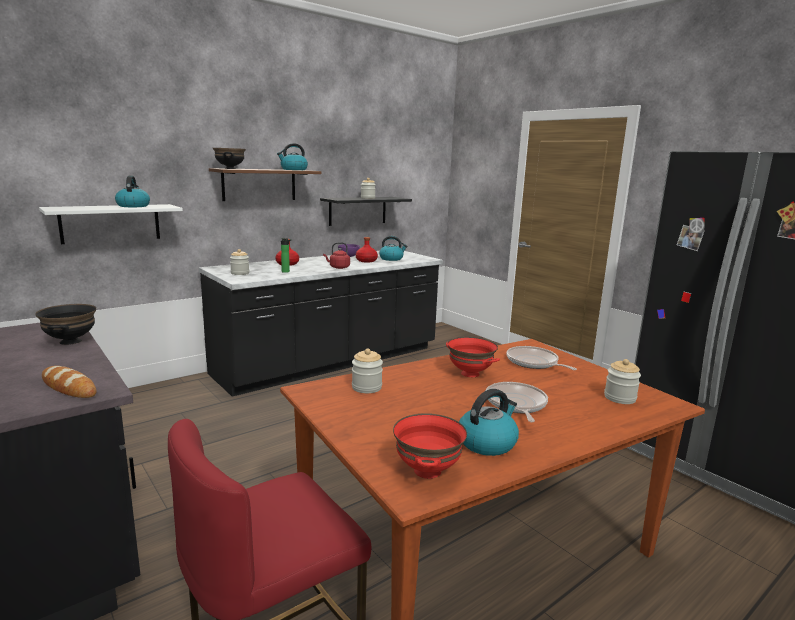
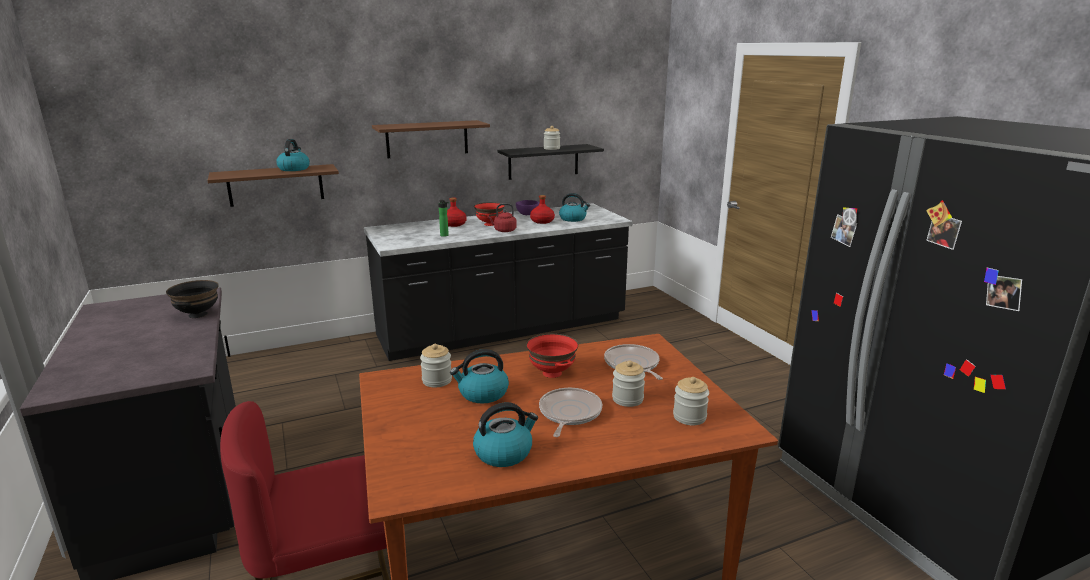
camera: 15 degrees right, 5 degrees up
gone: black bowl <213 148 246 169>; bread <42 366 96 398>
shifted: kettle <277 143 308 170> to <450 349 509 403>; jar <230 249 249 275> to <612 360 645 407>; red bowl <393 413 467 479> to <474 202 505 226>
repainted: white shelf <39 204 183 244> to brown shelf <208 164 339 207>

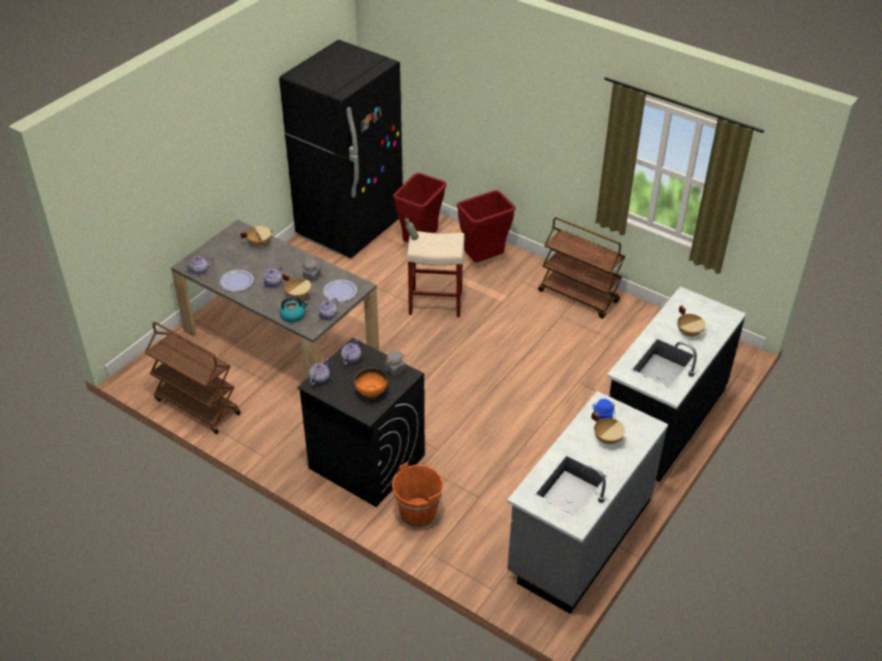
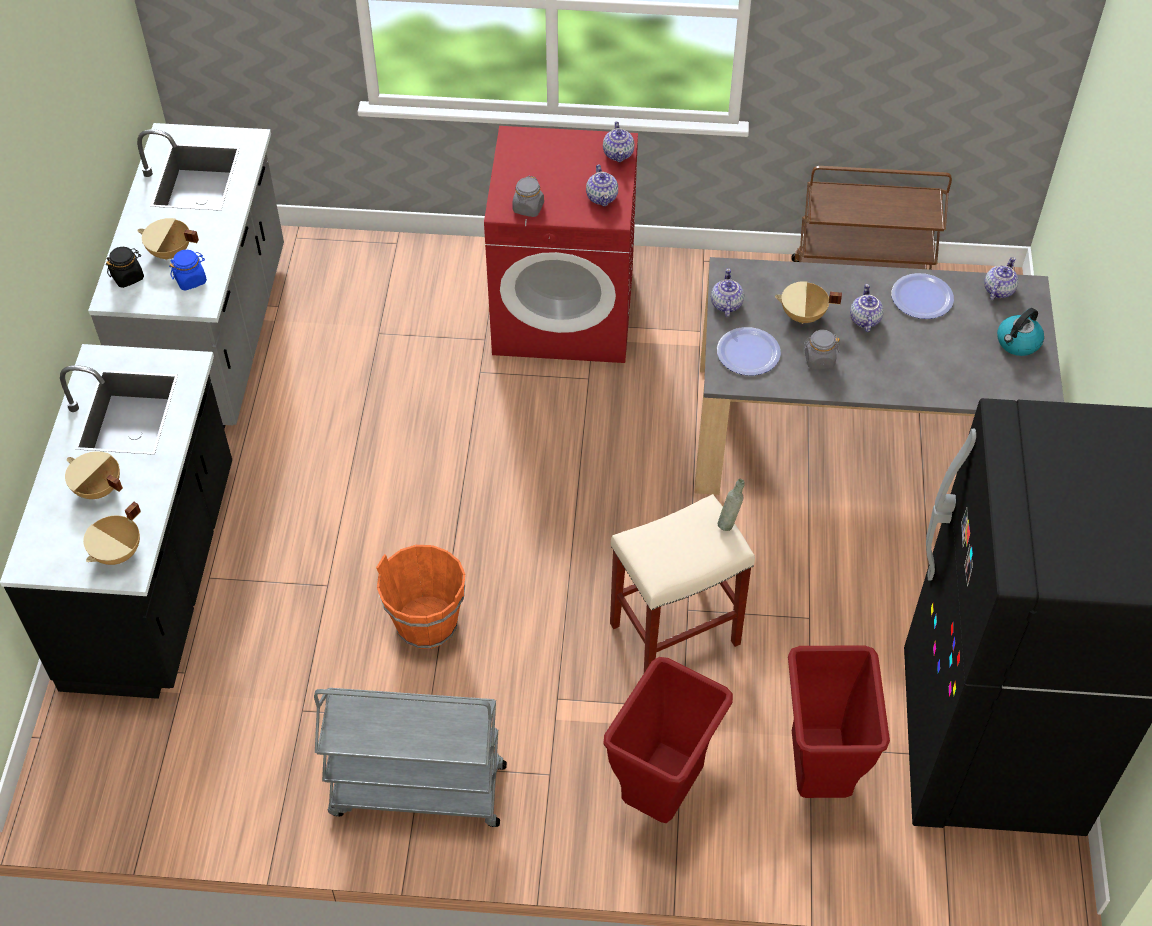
camera: 150 degrees right, 10 degrees up
gone: orange bowl <354 368 387 398>
new: black jar <106 247 144 288>
shifted: beige cooking pot <240 226 274 247> to <83 502 141 565>; kettle <280 297 308 323> to <997 308 1044 356>; orange bucket <392 462 444 528> to <376 545 466 649>
repainted: brown cart <538 217 625 319> to grey cart <314 688 507 827>; black washing machine <297 338 425 507> to red washing machine <484 126 638 363>

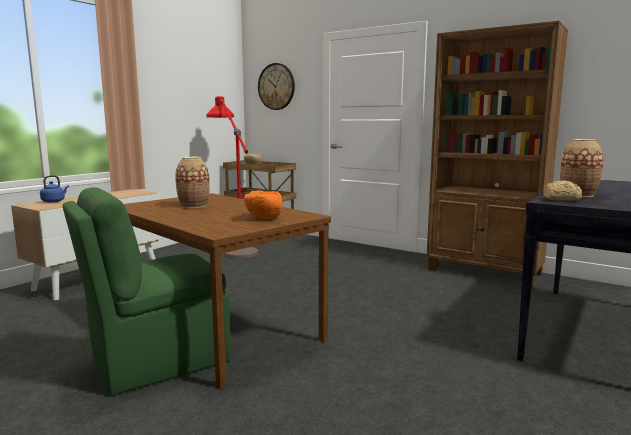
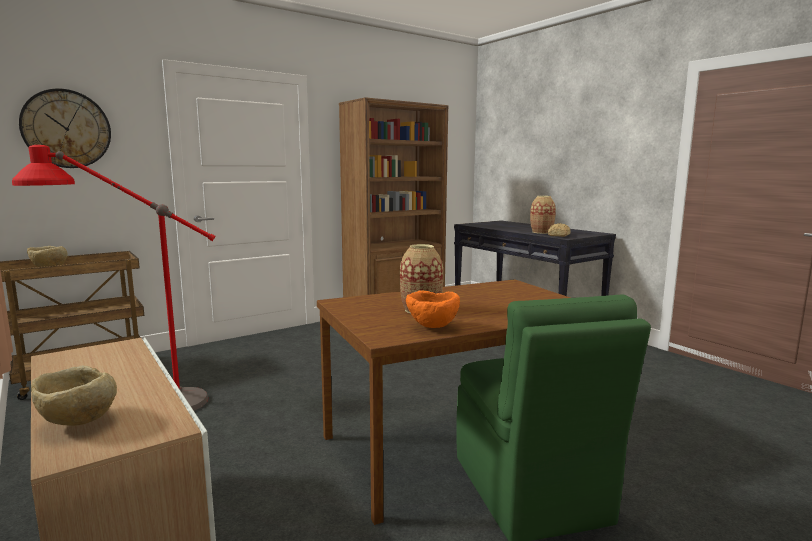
camera: 70 degrees left, 0 degrees up
shifted: orange bowl <244 190 282 219> to <406 290 460 328>
swapped: blue kettle <40 175 69 203> to beige bowl <31 365 117 426>

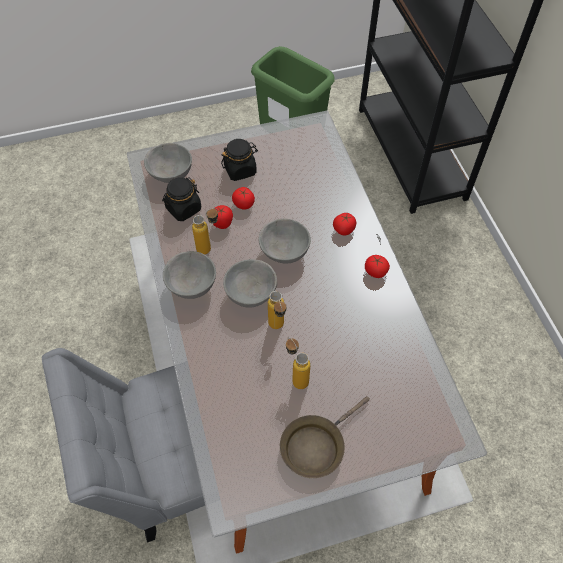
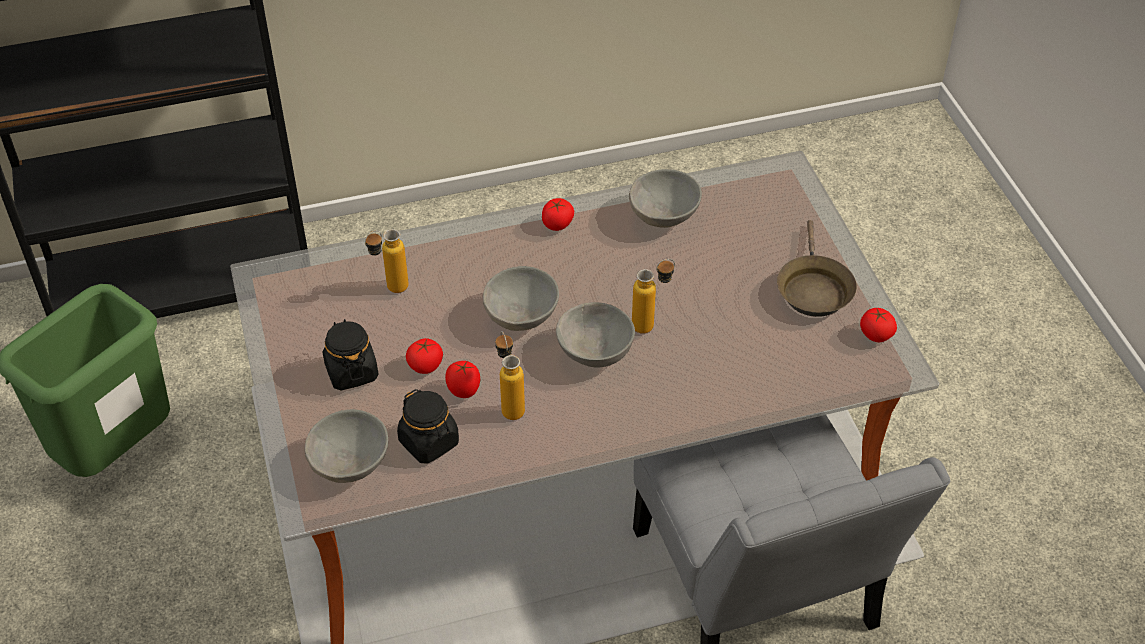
camera: 90 degrees left, 10 degrees down
shifted: tomato <333 213 357 235> to <860 307 897 342>; grey bowl <163 251 216 299> to <629 169 702 228>; bottle <286 337 311 389> to <365 229 409 293>
rotated: brown frying pan <280 396 370 478> = <777 220 857 317> 45 degrees clockwise

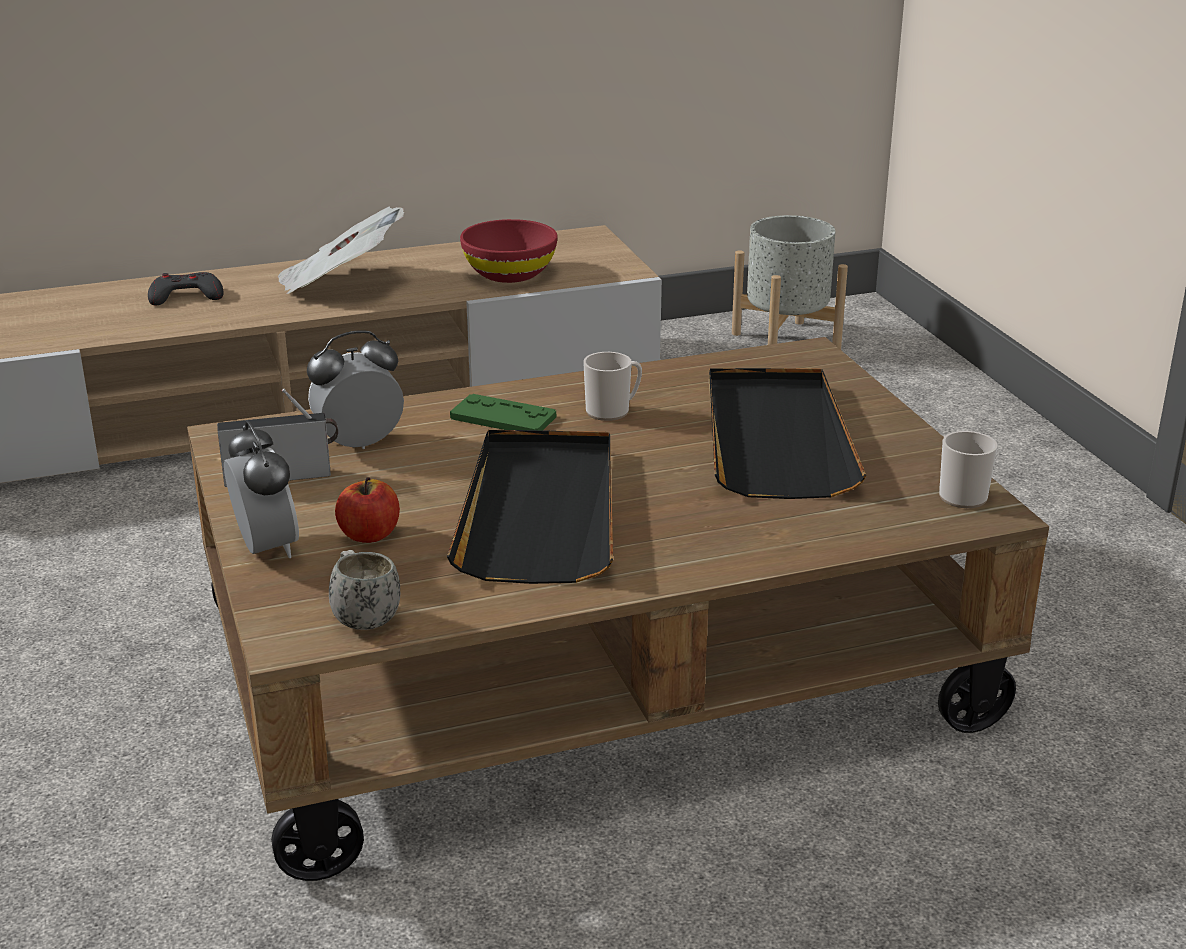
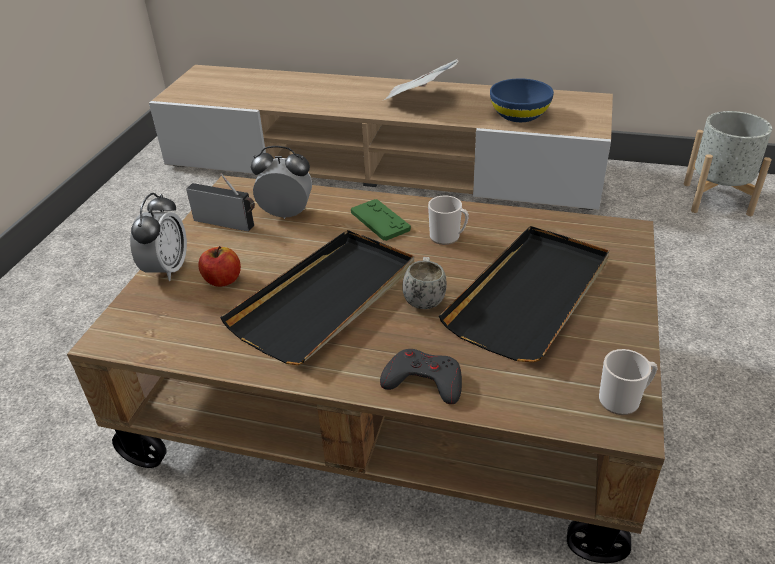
camera: 35 degrees right, 10 degrees up
shifted: grey game controller <148 272 223 305> to <380 349 462 404>; white mug <329 550 400 630> to <403 257 447 309>
repainted: red bowl <460 219 557 283> to blue bowl <490 78 554 122>

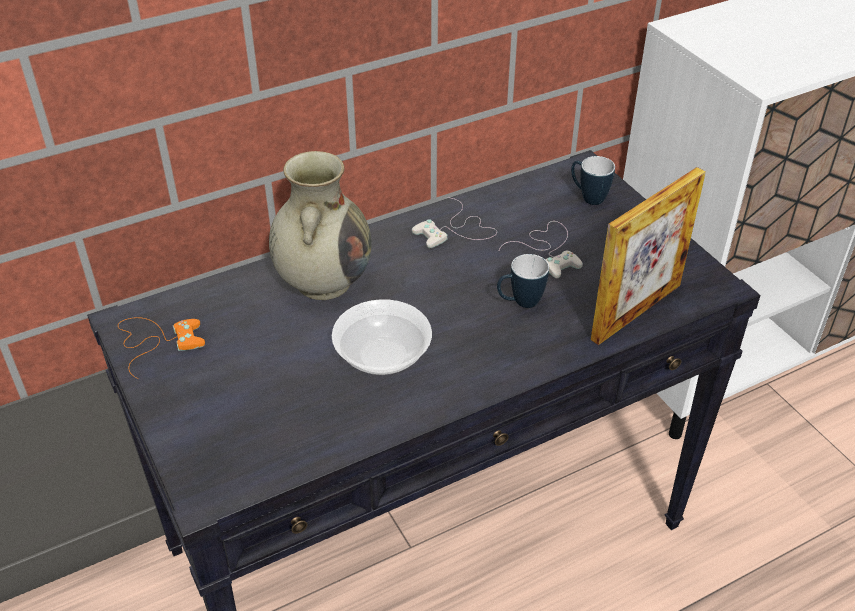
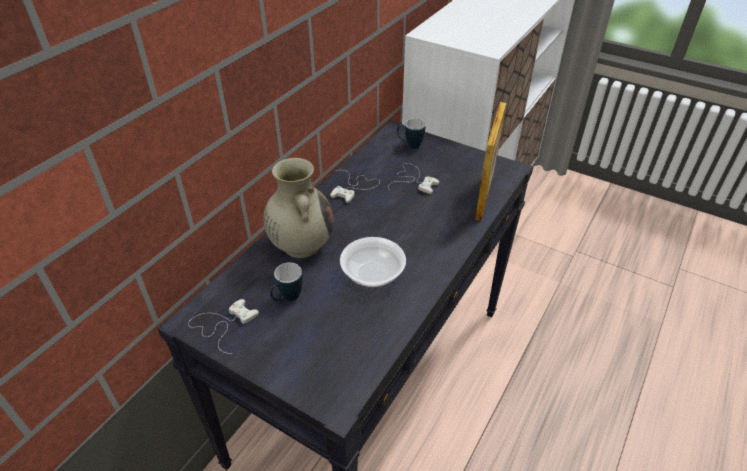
camera: 30 degrees left, 0 degrees up
shifted: mug <497 254 549 308> to <270 262 303 301>
repainted: orange game controller <118 317 205 379> to white game controller <188 299 259 354>

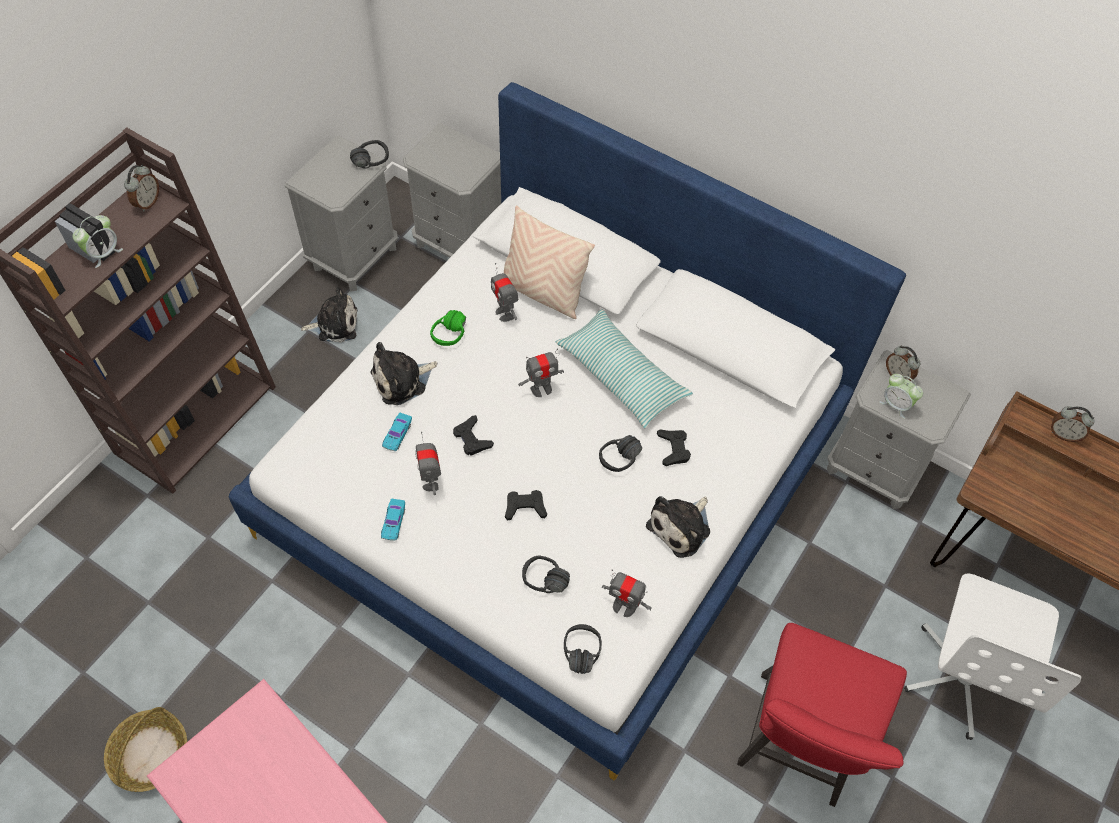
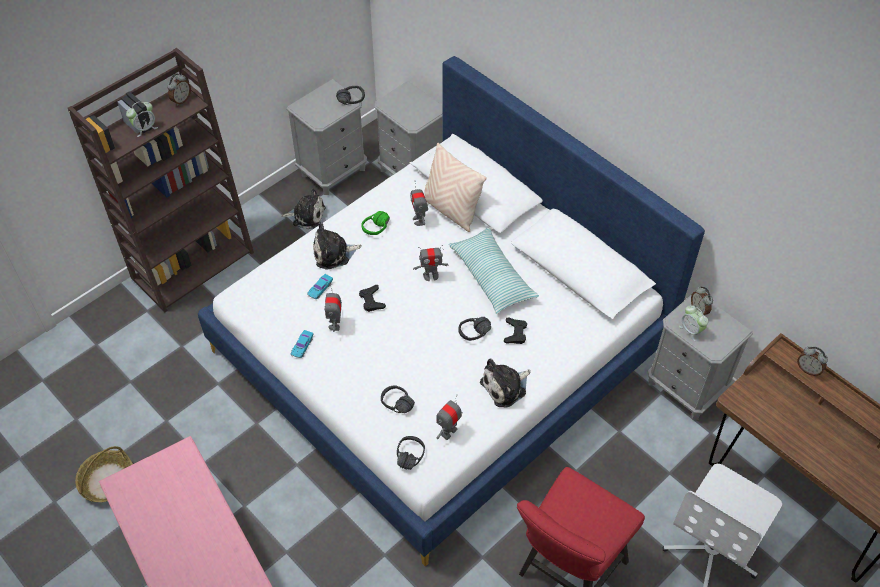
camera: 15 degrees right, 5 degrees down
gone: black game controller <505 490 547 521>
rotated: toy robot <602 569 652 617> = <436 397 463 440> 90 degrees clockwise

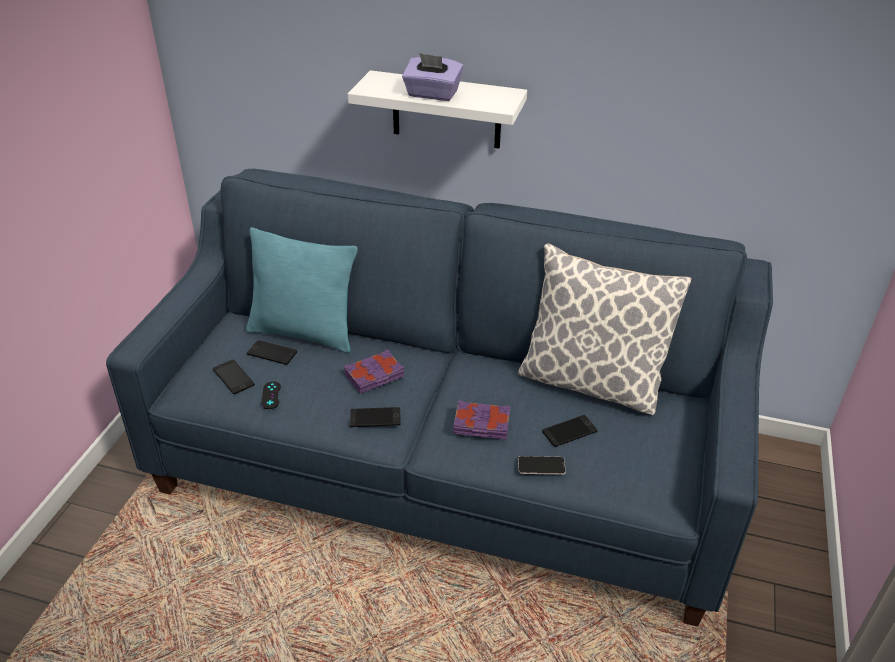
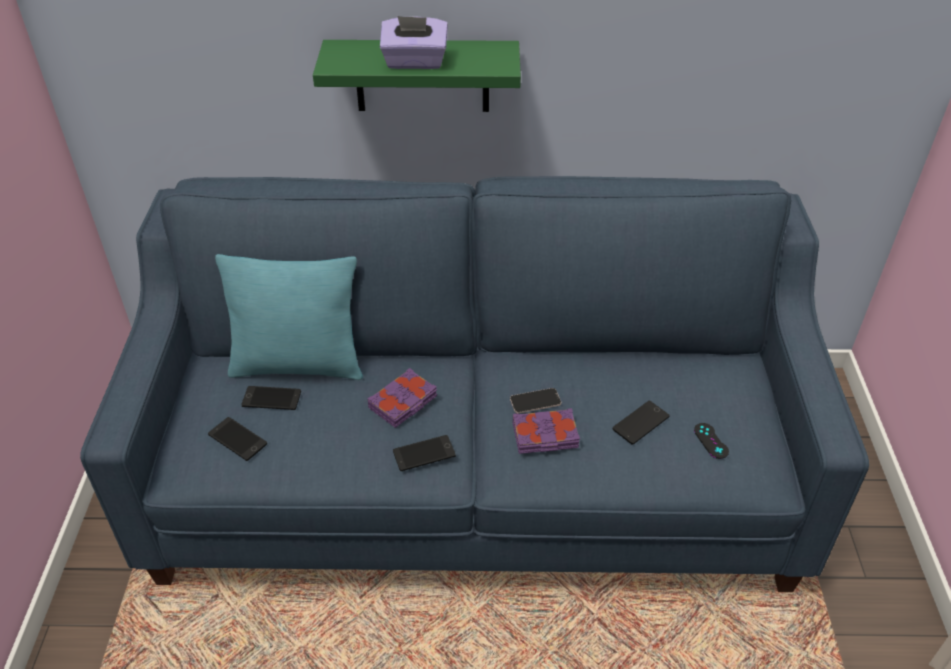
camera: 15 degrees left, 5 degrees up
gone: pillow <518 243 691 415>
shifted: black game controller <261 381 281 409> to <694 423 729 459>; phone <518 456 566 475> to <510 388 561 414>
repainted: white shelf <348 70 527 148> to green shelf <313 40 521 112>

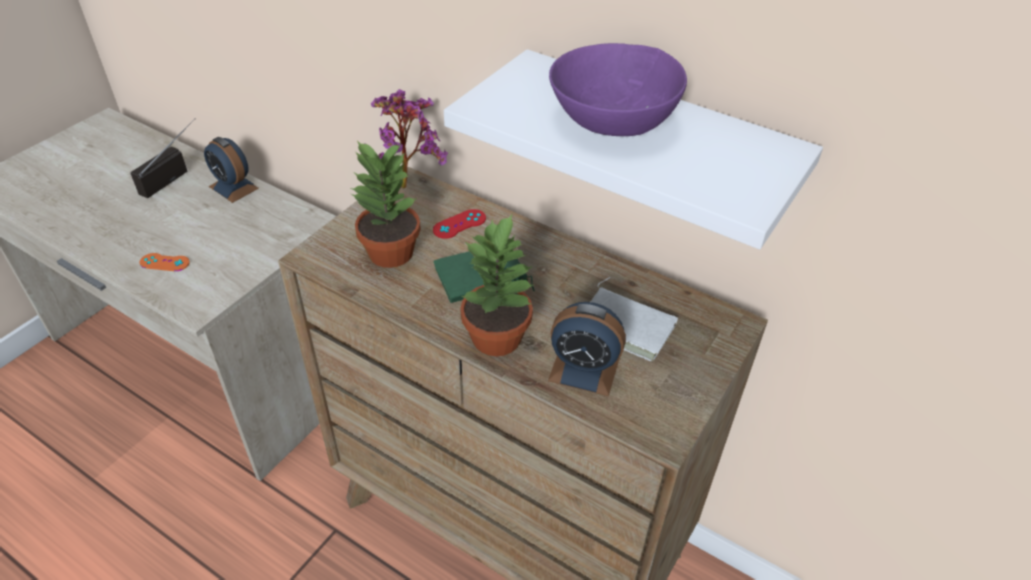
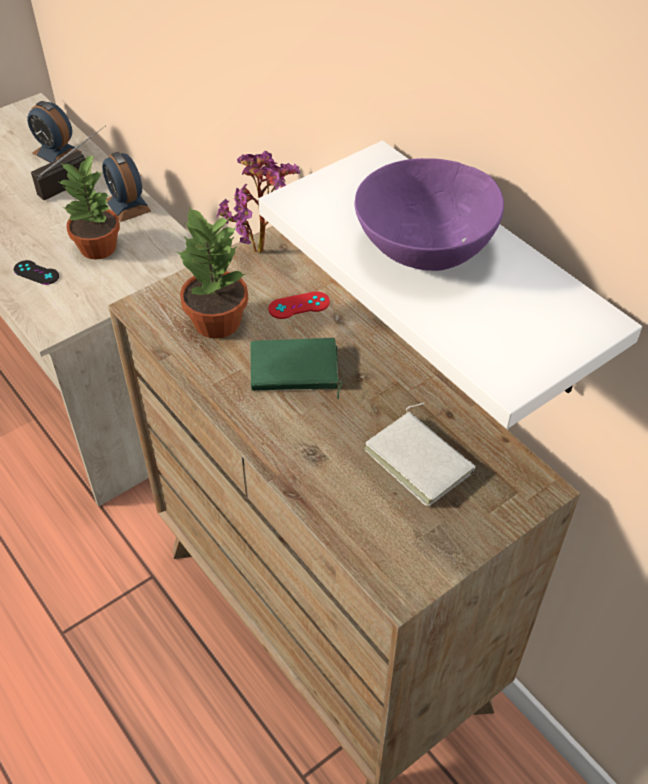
camera: 20 degrees right, 5 degrees up
shifted: potted plant <460 214 533 356> to <57 154 120 260>; alarm clock <548 302 626 396> to <27 101 81 163>
repainted: orange game controller <139 253 190 271> to black game controller <14 260 59 285>

